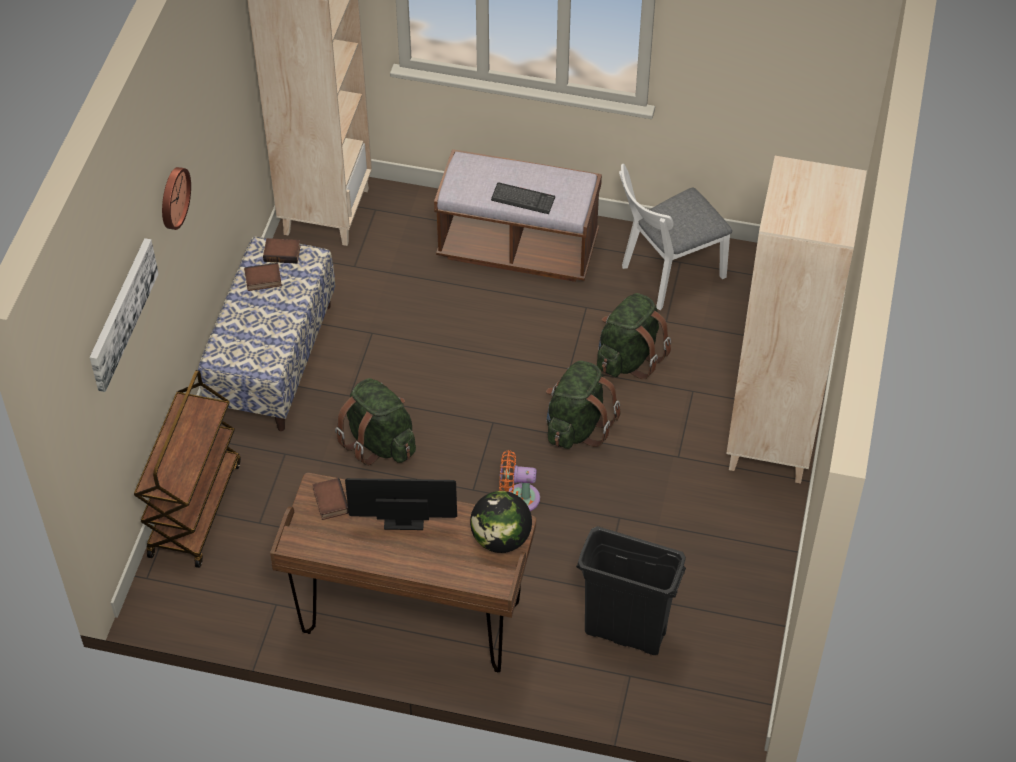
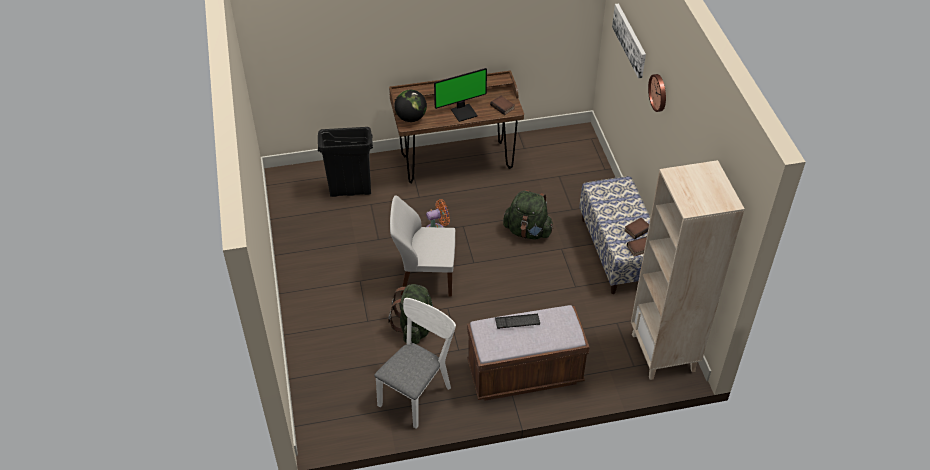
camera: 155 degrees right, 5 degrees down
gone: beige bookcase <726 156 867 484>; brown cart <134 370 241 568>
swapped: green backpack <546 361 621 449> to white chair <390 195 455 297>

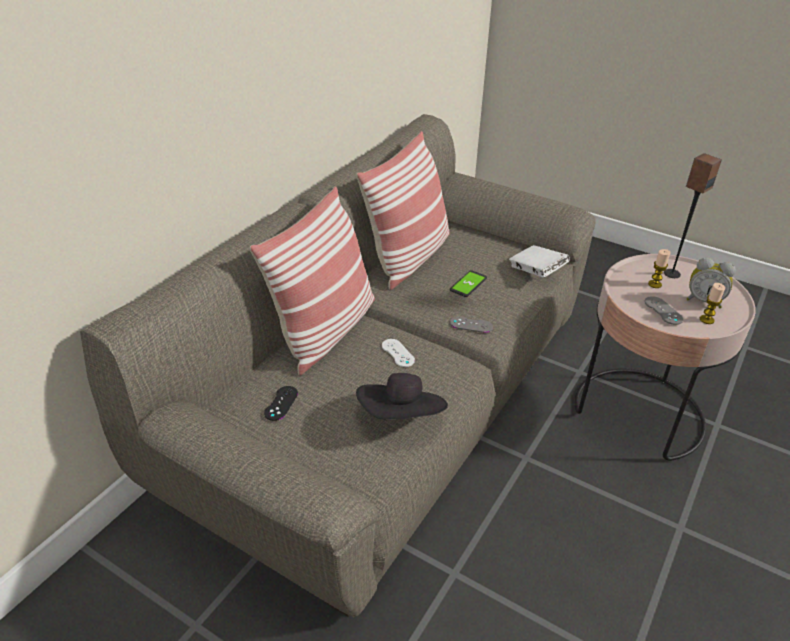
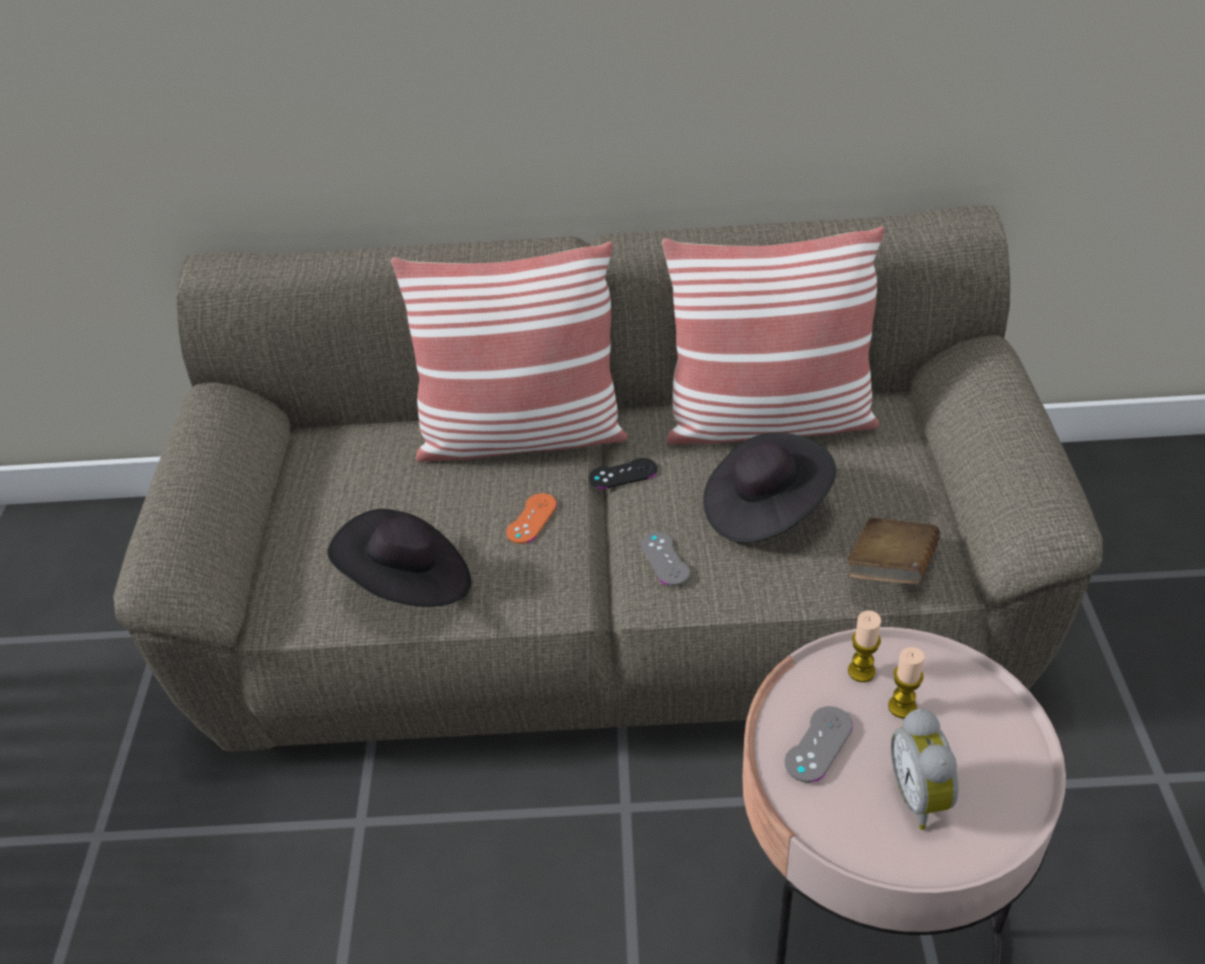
camera: 60 degrees right, 5 degrees up
gone: speaker <664 153 722 278>
shifted: candle <700 283 725 324> to <848 610 881 682>; black game controller <264 386 298 421> to <589 458 657 489>
swapped: phone <450 270 487 297> to black hat <703 433 836 543>
repainted: white book <509 245 570 278> to brown book <846 518 940 584>; white game controller <382 339 415 367> to orange game controller <506 493 557 544>

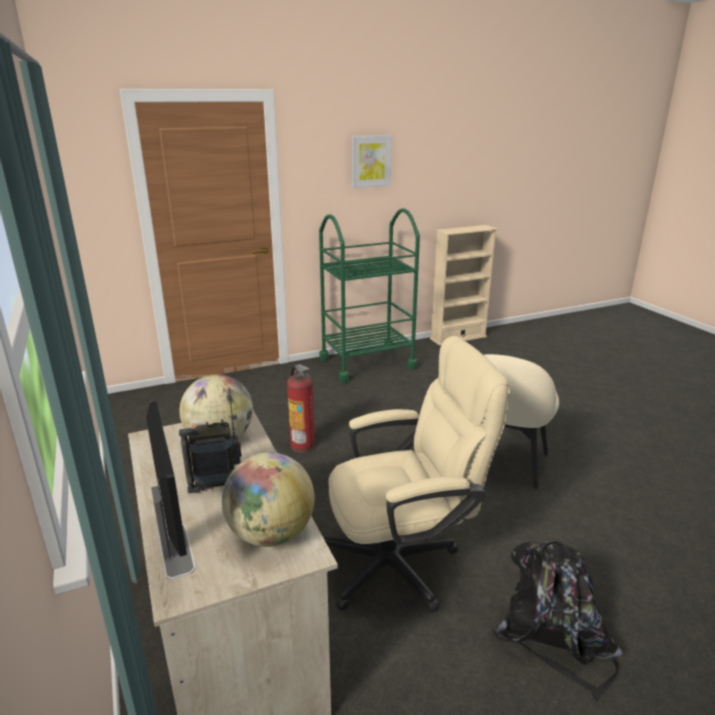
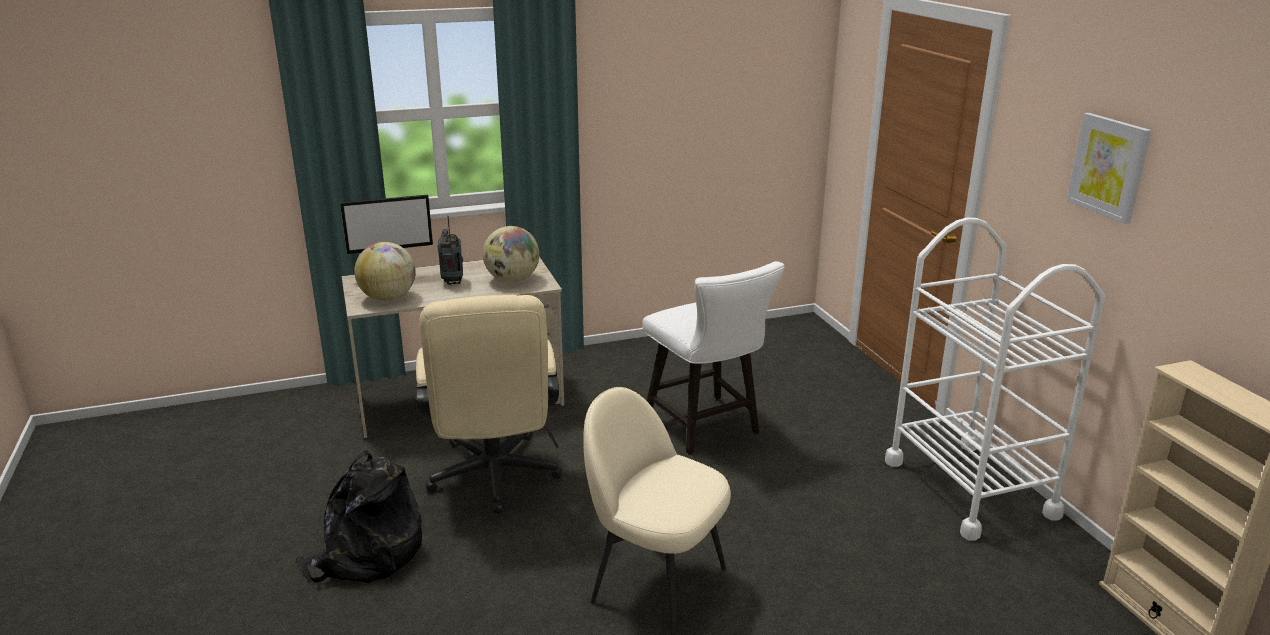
camera: 95 degrees right, 0 degrees up
swapped: fire extinguisher <287 364 315 453> to white chair <643 261 784 455>
repainted: green cart <319 209 420 383> to white cart <885 218 1105 540>

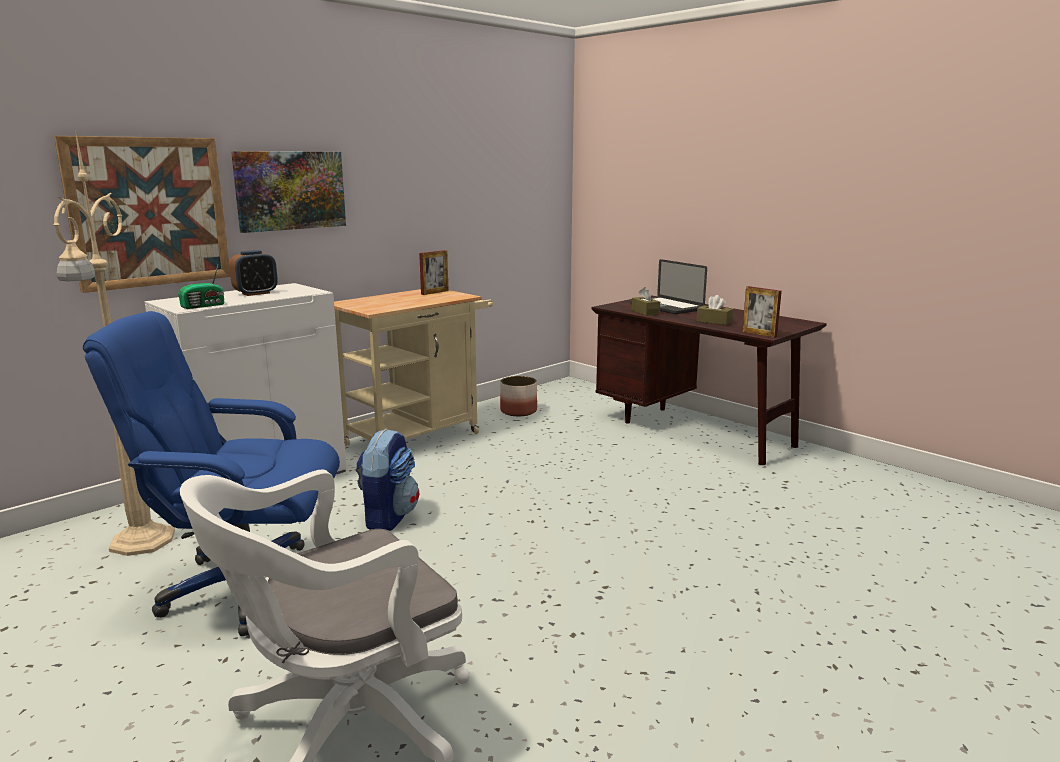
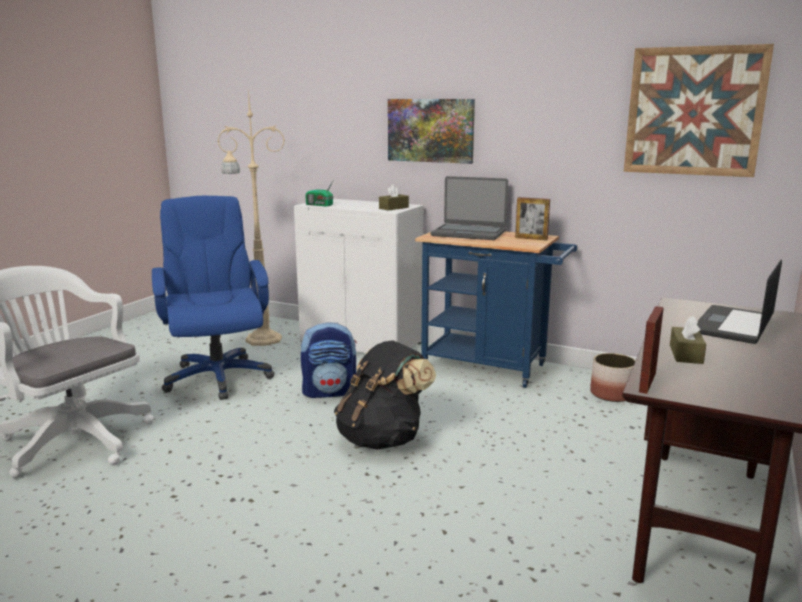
camera: 70 degrees right, 0 degrees up
gone: alarm clock <229 250 278 296>
new: laptop <431 176 508 240>; black backpack <334 340 436 450>
shifted: picture <54 136 230 293> to <624 44 774 177>; brown tissue box <631 287 660 316> to <379 184 409 211>
repainted: beige cart <334 289 493 446> to blue cart <415 231 578 388>

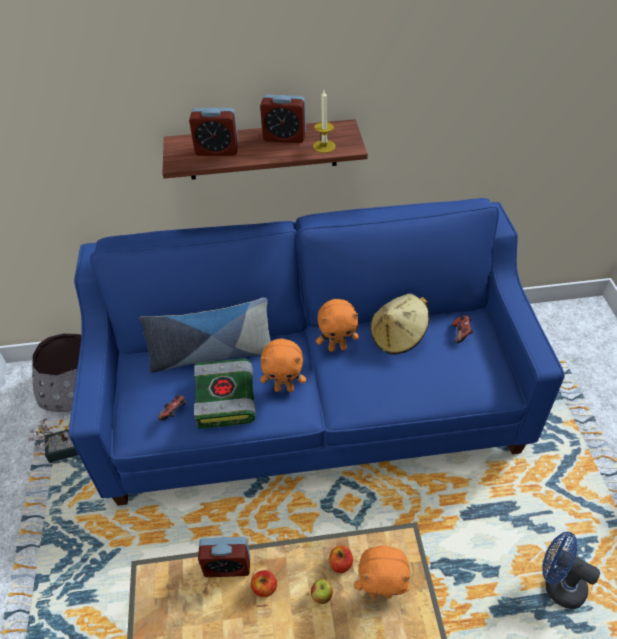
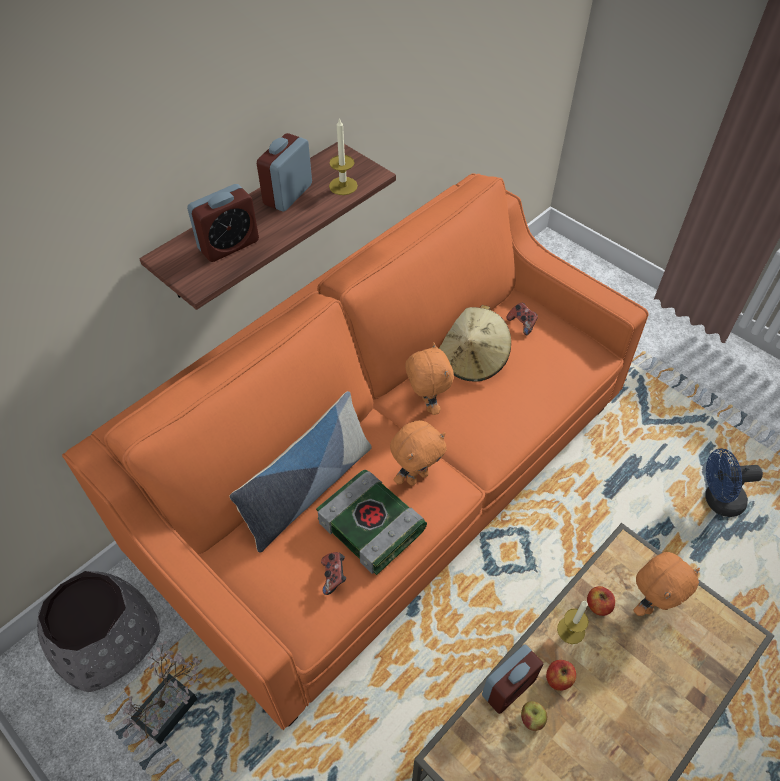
camera: 40 degrees left, 5 degrees up
new: candle <557 601 589 644>
shifted: apple <311 579 333 604> to <521 701 547 731>
repainted: blue sofa <69 198 565 506> to orange sofa <62 173 649 730>
rotated: alarm clock <260 95 306 143> = <257 133 312 212> 150 degrees clockwise; orange plush toy <316 299 359 352> = <405 342 454 415> 60 degrees counterclockwise

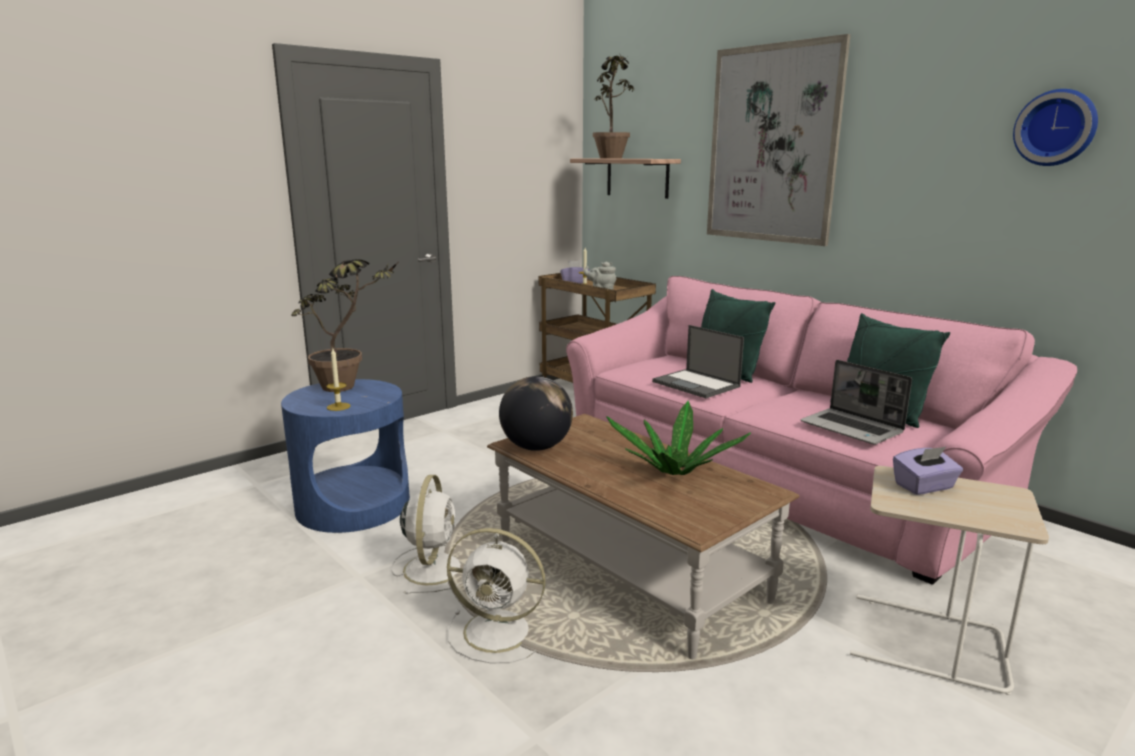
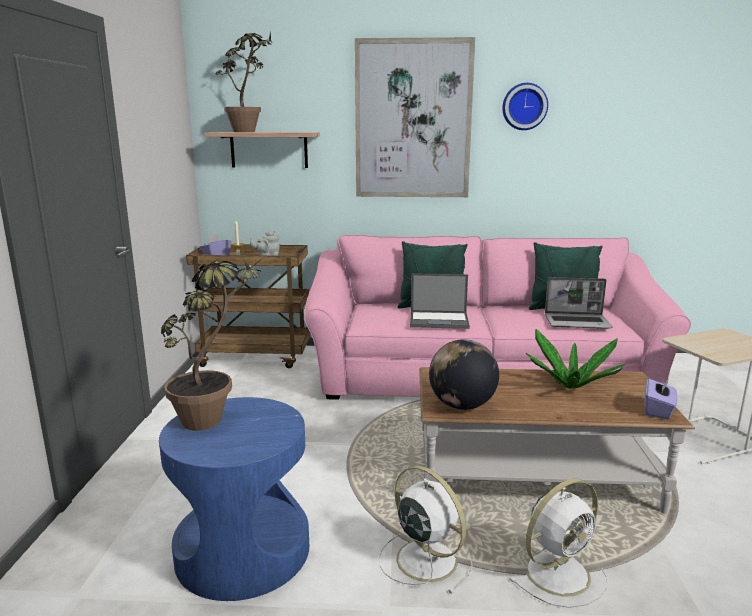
camera: 45 degrees left, 0 degrees up
gone: candle <326 349 350 411>
shifted: wall clock <1013 89 1098 166> to <502 83 548 130>; purple tissue box <893 447 963 495> to <644 378 678 419>

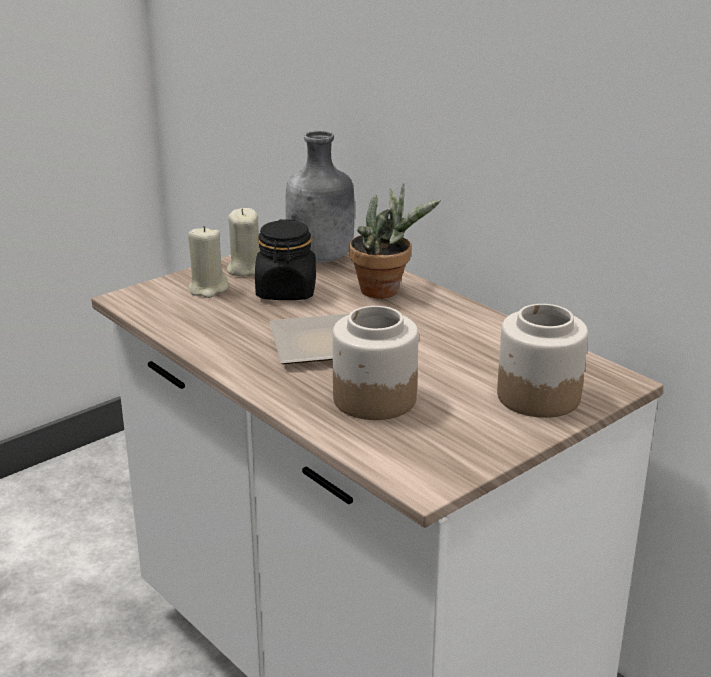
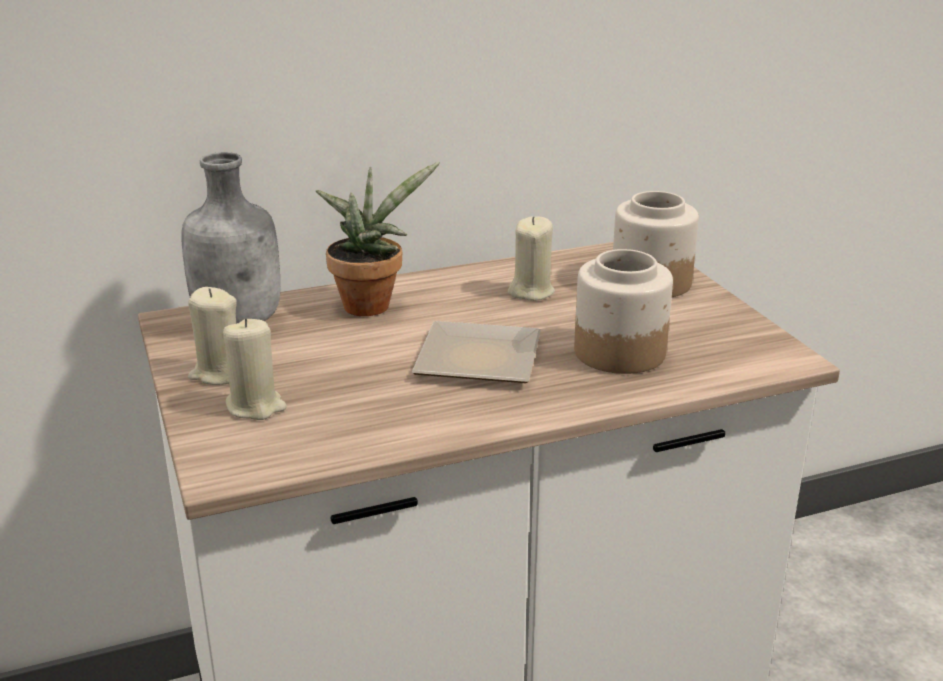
camera: 70 degrees left, 0 degrees up
gone: black jar <255 219 316 300>
new: beige candle <508 216 555 301>

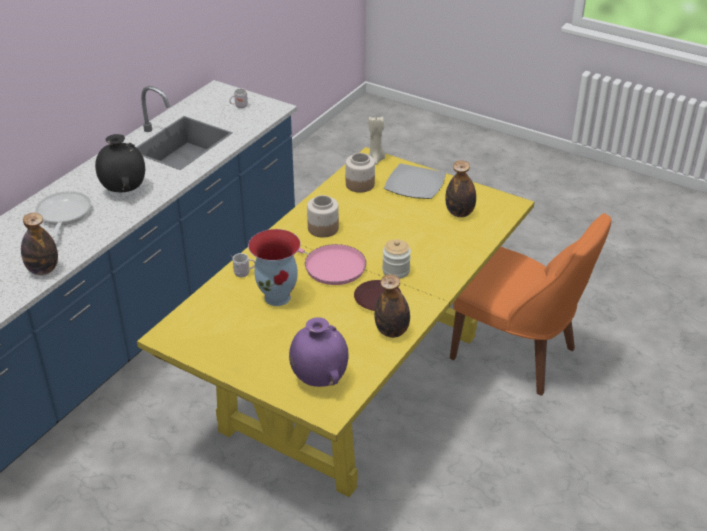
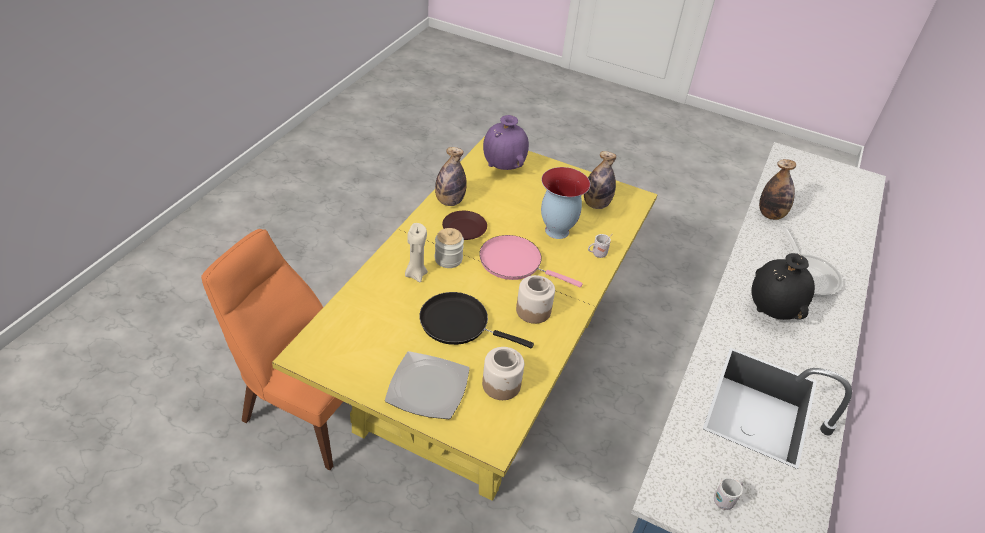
camera: 170 degrees right, 5 degrees up
new: black frying pan <419 292 534 348>
shifted: beige candle <368 116 385 165> to <405 223 428 282>; bottle <445 160 476 217> to <584 151 616 209>

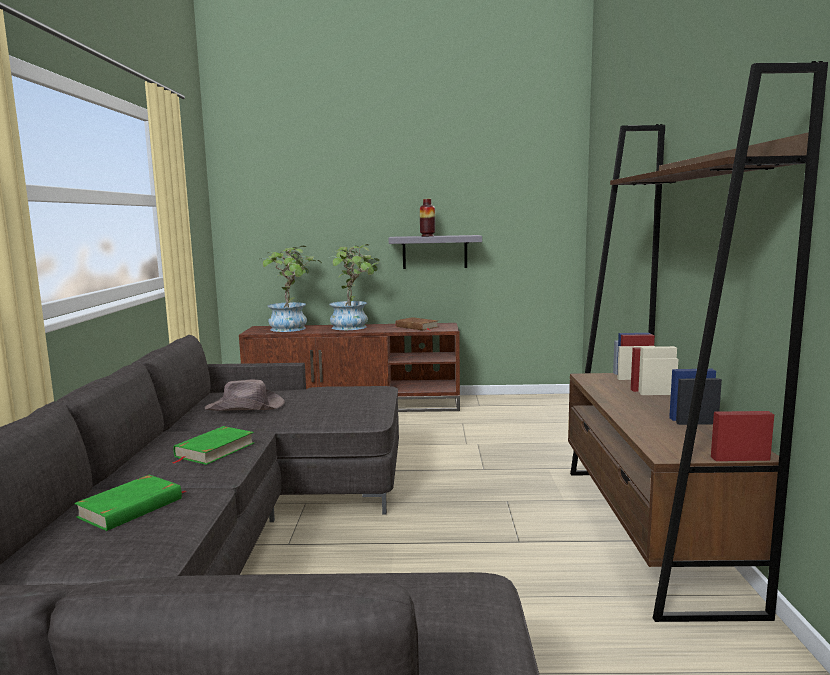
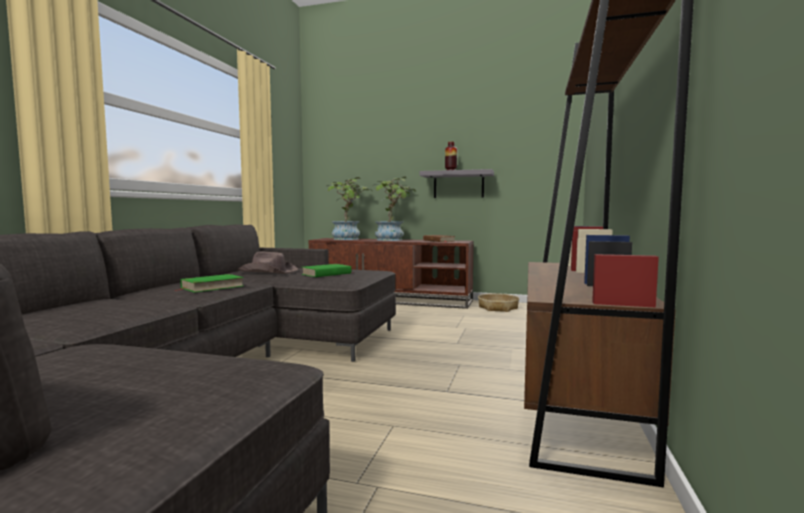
camera: 15 degrees right, 5 degrees down
new: basket <478 293 519 312>
shifted: green book <74 475 187 531> to <302 264 353 277>

